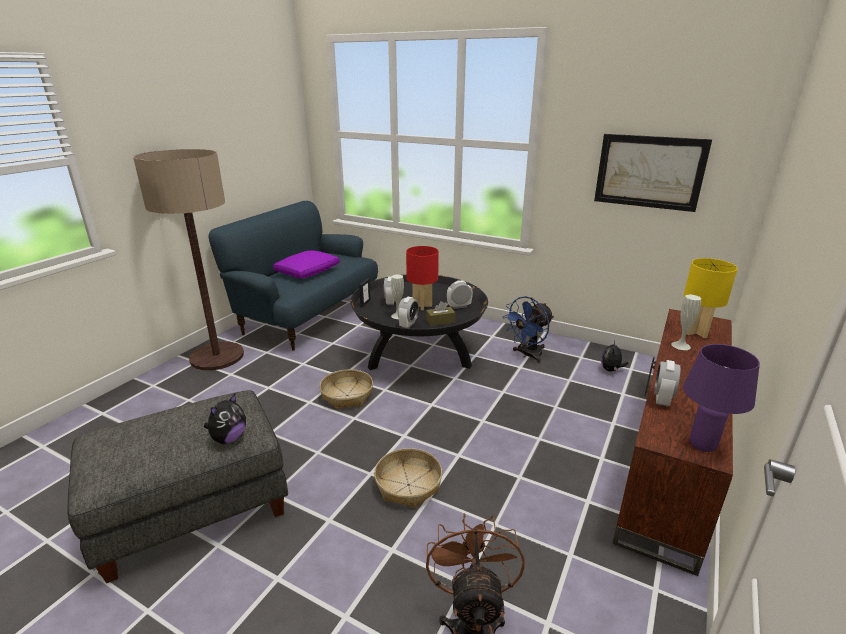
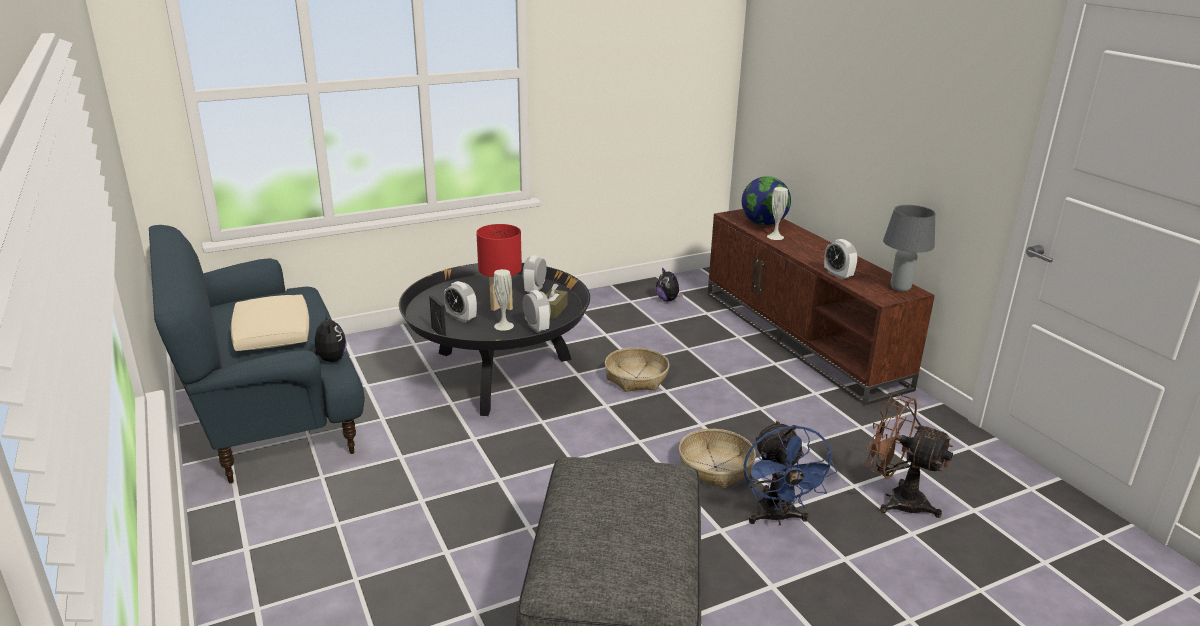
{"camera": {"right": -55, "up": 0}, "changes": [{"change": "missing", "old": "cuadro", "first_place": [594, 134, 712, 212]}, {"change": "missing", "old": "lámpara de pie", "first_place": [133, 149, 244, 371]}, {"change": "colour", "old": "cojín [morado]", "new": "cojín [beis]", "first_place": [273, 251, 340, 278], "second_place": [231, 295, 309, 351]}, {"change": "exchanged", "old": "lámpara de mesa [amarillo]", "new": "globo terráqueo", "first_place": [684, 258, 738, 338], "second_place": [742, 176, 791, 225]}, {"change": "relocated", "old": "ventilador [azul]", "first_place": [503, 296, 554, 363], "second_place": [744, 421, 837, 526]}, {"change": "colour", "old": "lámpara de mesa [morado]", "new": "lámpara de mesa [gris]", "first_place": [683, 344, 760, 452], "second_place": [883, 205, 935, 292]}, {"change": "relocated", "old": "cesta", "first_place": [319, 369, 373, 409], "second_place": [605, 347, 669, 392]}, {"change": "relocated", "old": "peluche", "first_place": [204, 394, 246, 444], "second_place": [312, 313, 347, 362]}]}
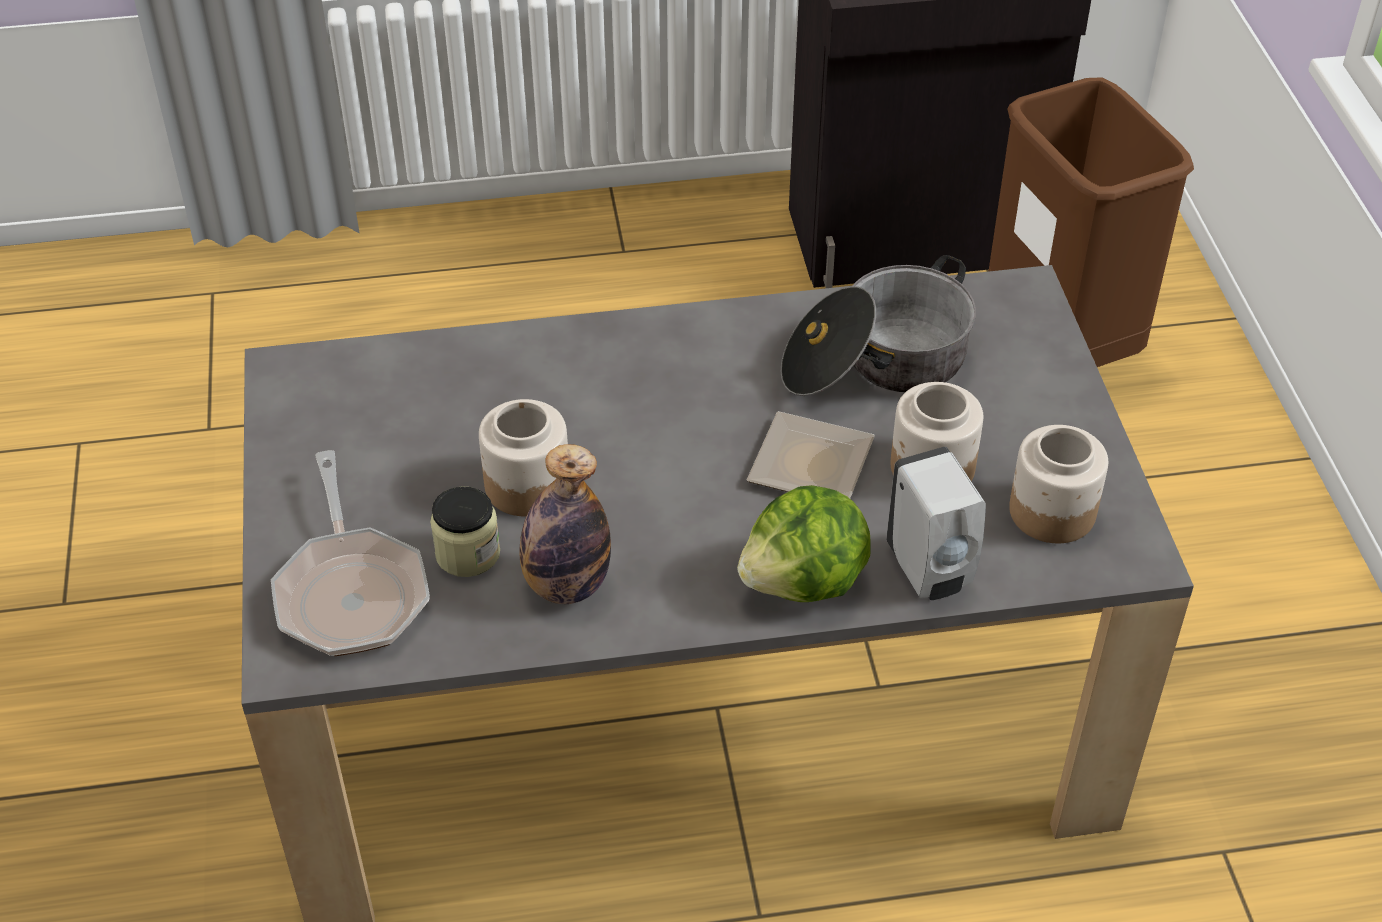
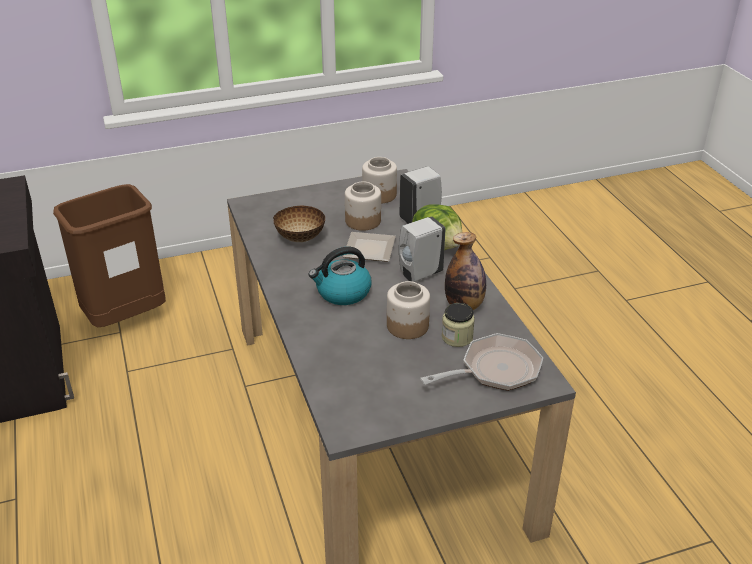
{"camera": {"right": -100, "up": -10}, "changes": [{"change": "exchanged", "old": "olla", "new": "cuenco", "first_place": [781, 255, 976, 396], "second_place": [273, 206, 325, 242]}, {"change": "appeared", "new": "dispensador de jabón [blanco]", "second_place": [399, 216, 445, 282]}, {"change": "appeared", "new": "hervidor", "second_place": [309, 247, 371, 305]}]}
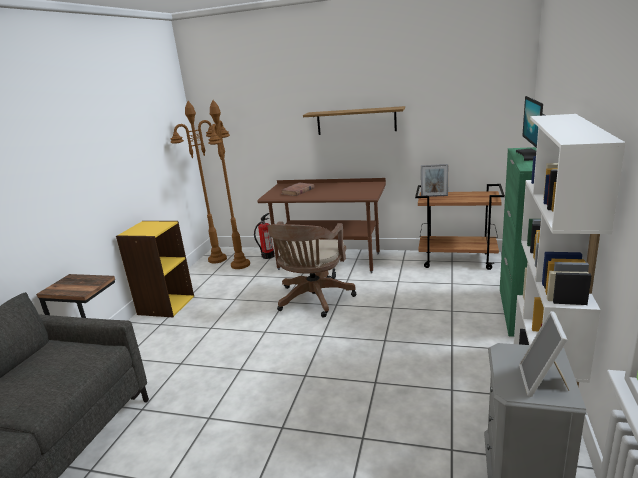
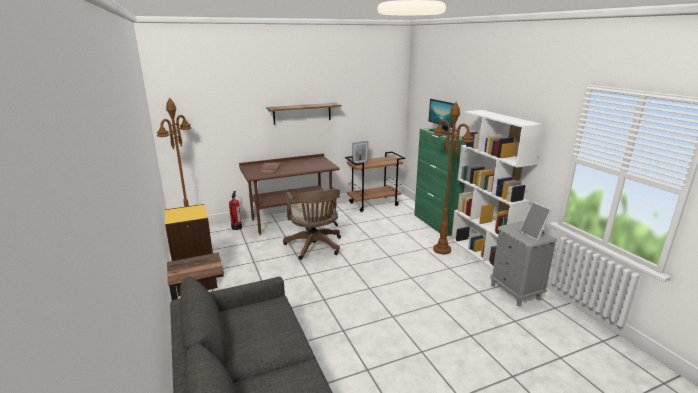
{"camera": {"right": -40, "up": 0}, "changes": [{"change": "relocated", "old": "lámpara de pie [marrón]", "first_place": [208, 100, 250, 269], "second_place": [433, 102, 474, 254]}]}
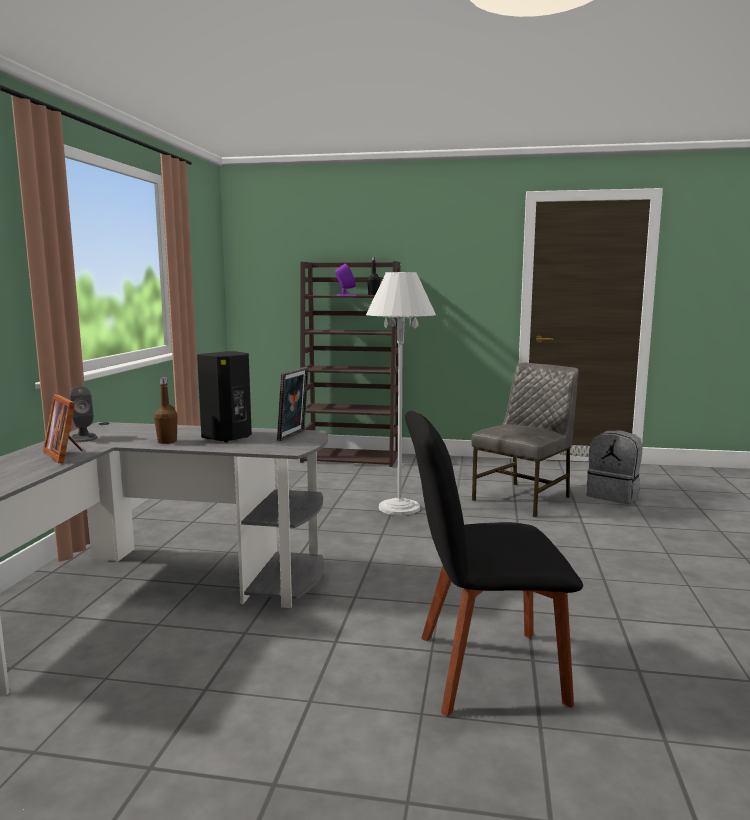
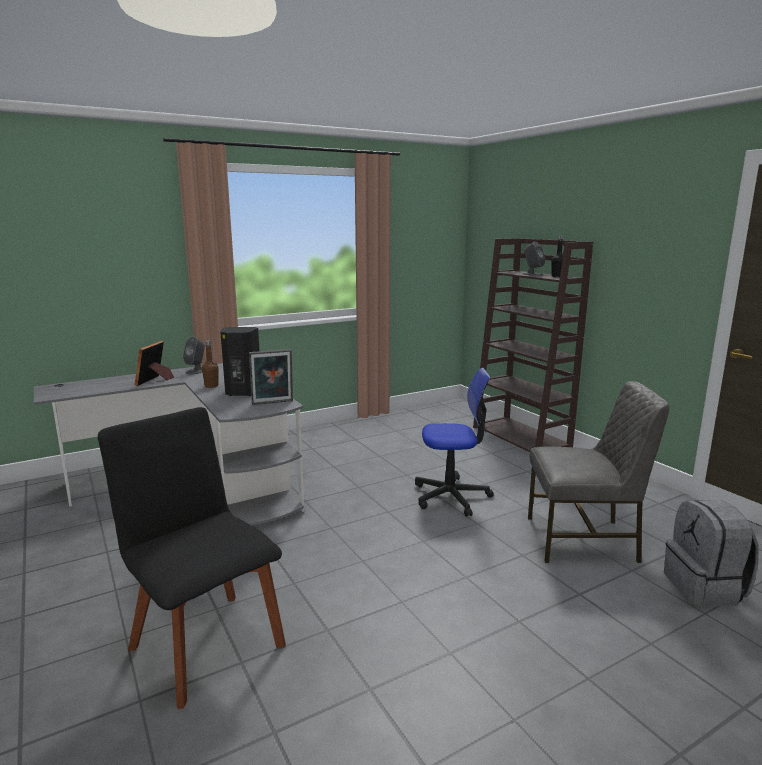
{"camera": {"right": 50, "up": 5}, "changes": [{"change": "colour", "old": "altavoz [morado]", "new": "altavoz [gris]", "first_place": [335, 263, 356, 296], "second_place": [523, 242, 545, 276]}, {"change": "exchanged", "old": "lámpara de pie [blanco]", "new": "silla de oficina", "first_place": [366, 272, 436, 515], "second_place": [415, 368, 494, 517]}]}
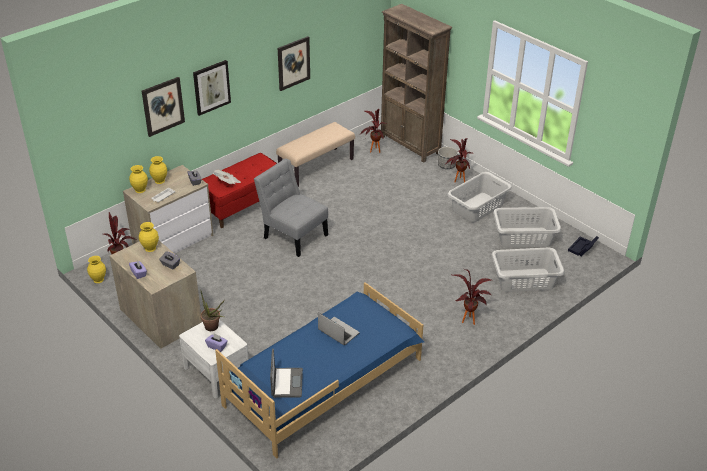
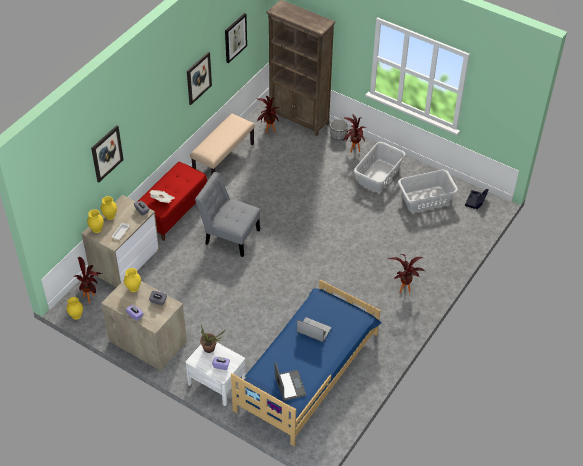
{"camera": {"right": -15, "up": 10}, "changes": [{"change": "relocated", "old": "cuadro", "first_place": [193, 60, 231, 116], "second_place": [225, 13, 247, 63]}, {"change": "missing", "old": "cesto de la ropa [gris]", "first_place": [492, 247, 564, 292]}]}
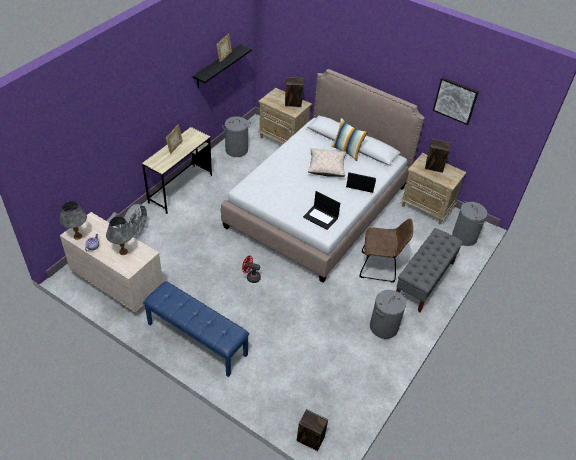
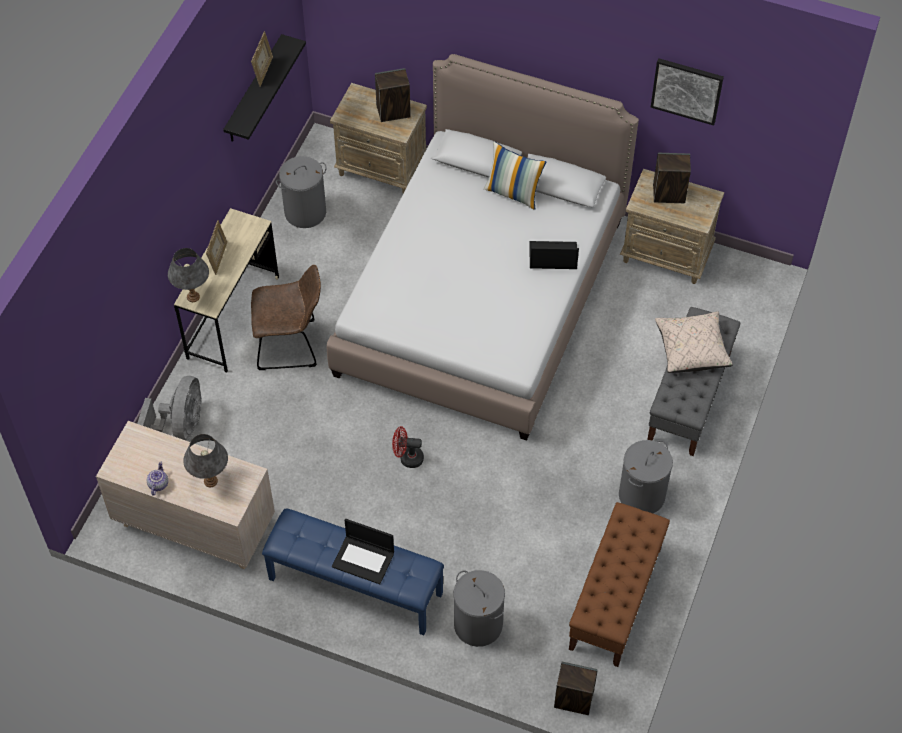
{"camera": {"right": -10, "up": 10}, "changes": [{"change": "relocated", "old": "cojín [beis]", "first_place": [308, 148, 346, 177], "second_place": [655, 311, 733, 373]}, {"change": "relocated", "old": "portátil", "first_place": [303, 191, 340, 230], "second_place": [332, 519, 394, 584]}, {"change": "relocated", "old": "lámpara de mesa [gris]", "first_place": [59, 201, 87, 240], "second_place": [168, 248, 209, 302]}, {"change": "relocated", "old": "cesto de la ropa [gris]", "first_place": [452, 201, 487, 246], "second_place": [454, 570, 505, 647]}, {"change": "relocated", "old": "silla [marrón]", "first_place": [359, 218, 414, 283], "second_place": [251, 265, 321, 370]}, {"change": "appeared", "new": "banco [marrón]", "second_place": [569, 502, 670, 667]}]}
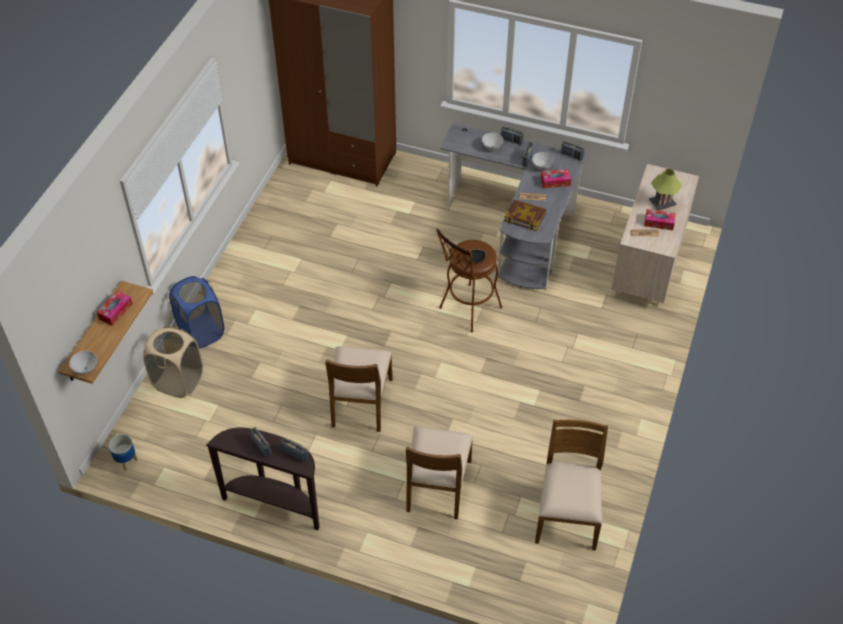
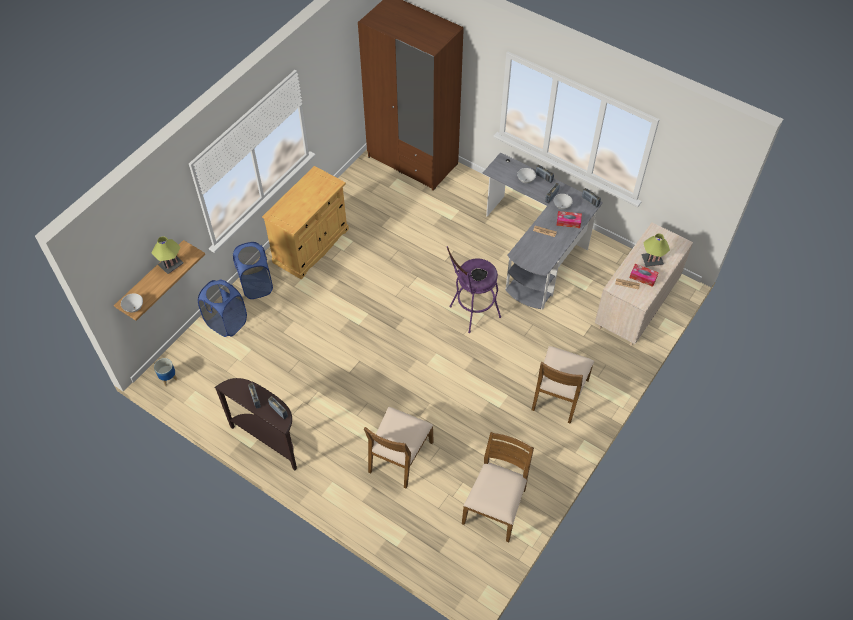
{"camera": {"right": 15, "up": 5}, "changes": [{"change": "missing", "old": "libro", "first_place": [505, 200, 546, 231]}, {"change": "colour", "old": "taburete [marrón]", "new": "taburete [morado]", "first_place": [436, 228, 503, 332], "second_place": [447, 246, 501, 333]}, {"change": "exchanged", "old": "caja de pañuelos", "new": "lámpara de mesa", "first_place": [97, 291, 133, 326], "second_place": [152, 236, 184, 274]}, {"change": "colour", "old": "cesto de la ropa [beis]", "new": "cesto de la ropa [azul]", "first_place": [143, 326, 203, 398], "second_place": [198, 279, 247, 337]}, {"change": "relocated", "old": "silla [marrón]", "first_place": [325, 346, 393, 432], "second_place": [532, 346, 594, 424]}, {"change": "appeared", "new": "armario [beis]", "second_place": [262, 166, 349, 279]}]}
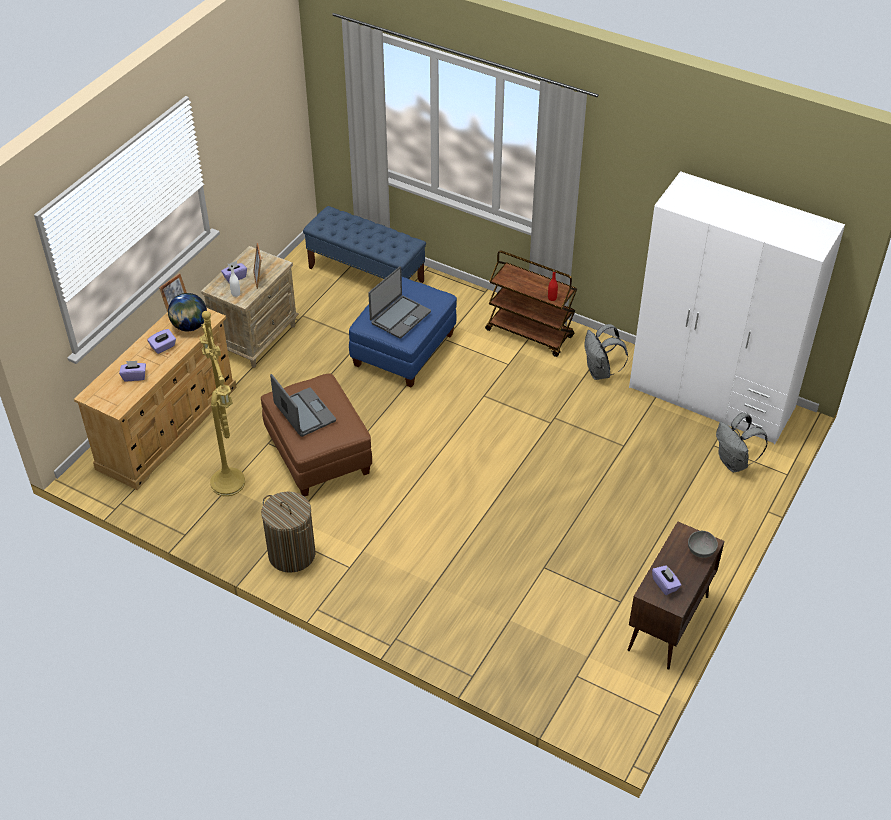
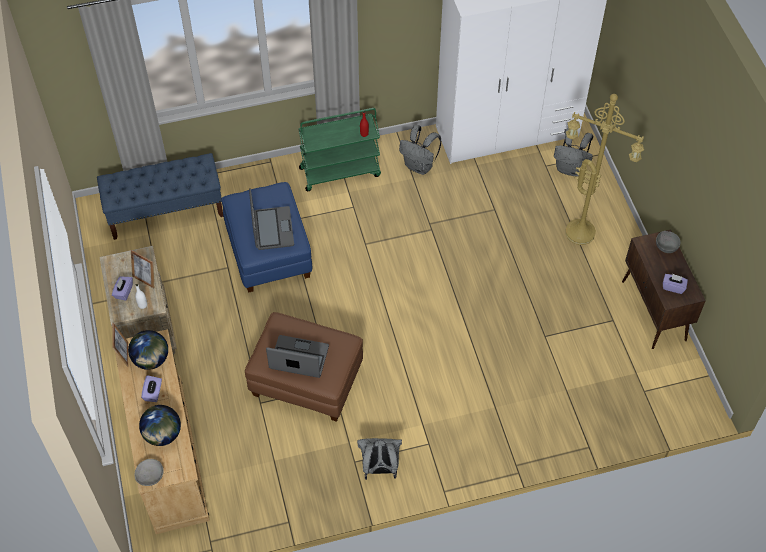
{"camera": {"right": -45, "up": 10}, "changes": [{"change": "colour", "old": "carrito [marrón]", "new": "carrito [verde]", "first_place": [485, 250, 577, 357], "second_place": [298, 108, 381, 191]}, {"change": "relocated", "old": "lámpara de pie [amarillo]", "first_place": [200, 311, 245, 496], "second_place": [565, 94, 644, 245]}, {"change": "exchanged", "old": "caja de pañuelos [morado]", "new": "globo terráqueo", "first_place": [119, 361, 146, 381], "second_place": [139, 405, 181, 446]}, {"change": "exchanged", "old": "cesto de la ropa", "new": "mochila [gris]", "first_place": [261, 491, 316, 573], "second_place": [357, 438, 402, 480]}, {"change": "appeared", "new": "cuenco [gris]", "second_place": [134, 459, 164, 486]}]}
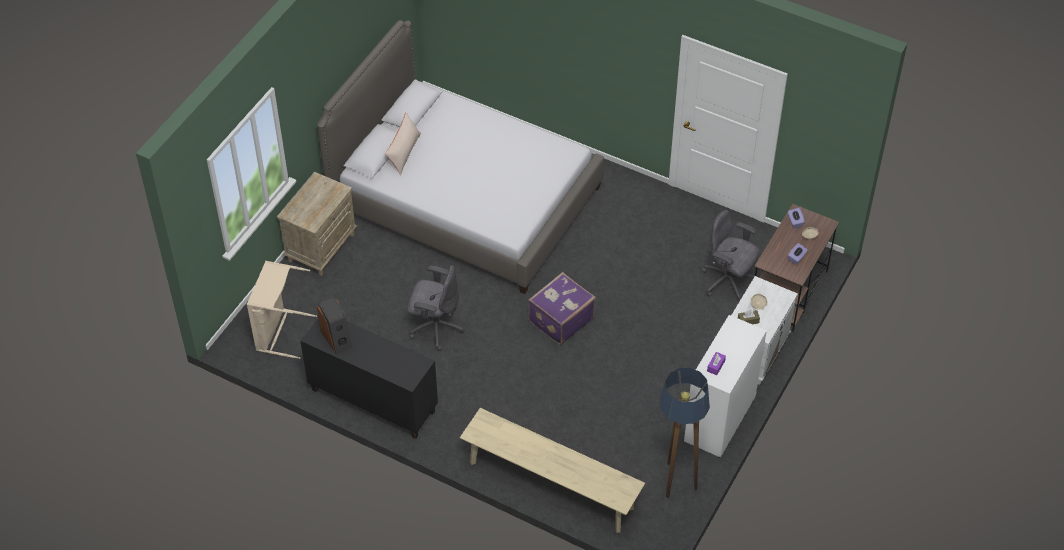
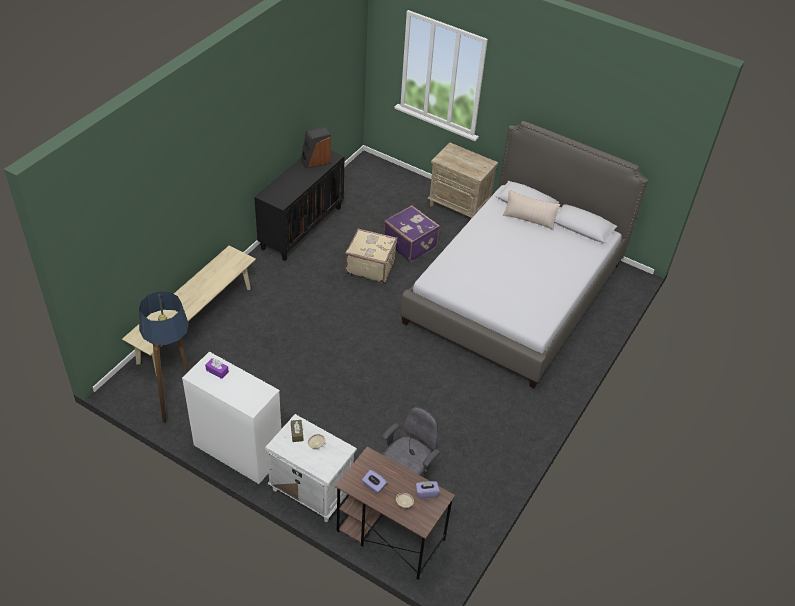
{"camera": {"right": 90, "up": -5}, "changes": [{"change": "missing", "old": "cesto de la ropa [beis]", "first_place": [247, 261, 317, 359]}, {"change": "exchanged", "old": "silla de oficina [gris]", "new": "maleta [beis]", "first_place": [407, 265, 465, 351], "second_place": [345, 228, 397, 283]}, {"change": "relocated", "old": "maleta [morado]", "first_place": [528, 272, 596, 345], "second_place": [384, 205, 440, 262]}]}
